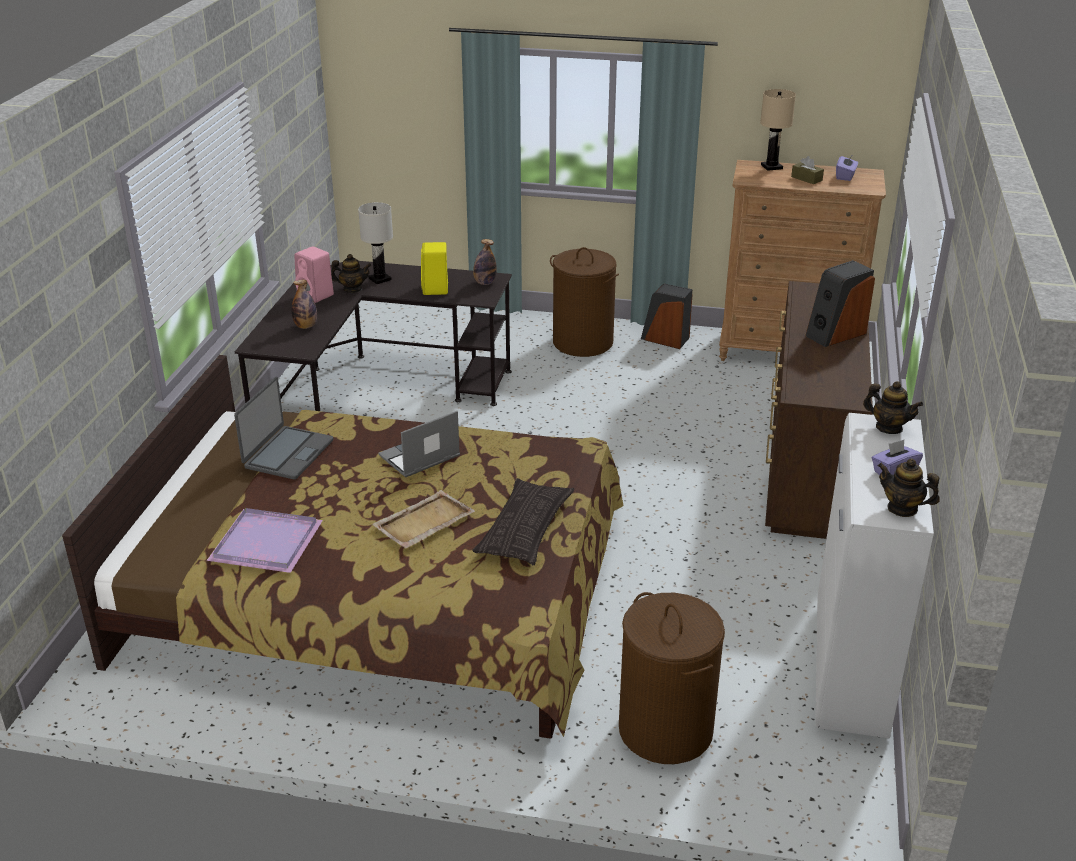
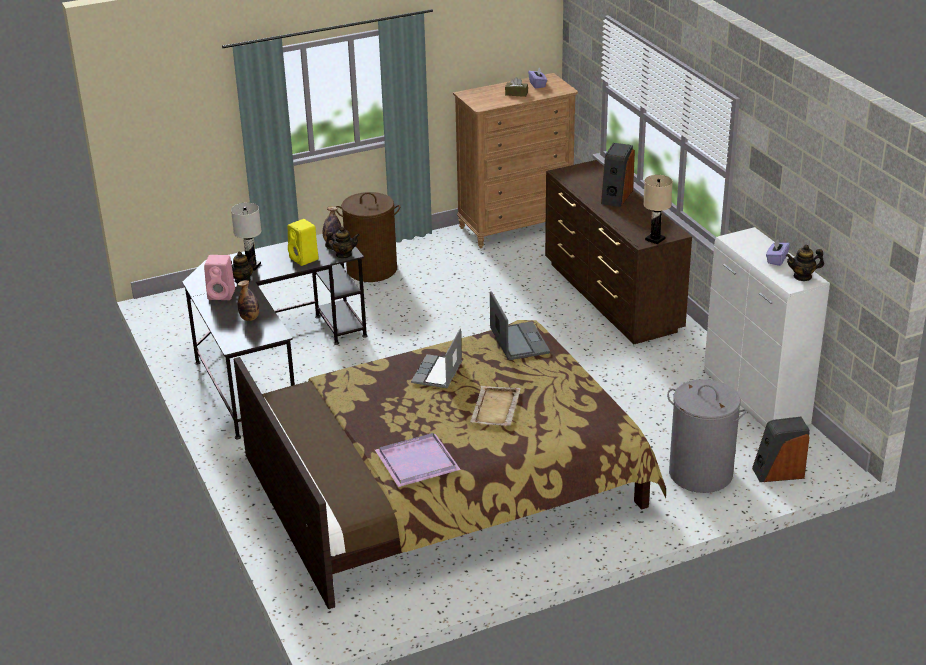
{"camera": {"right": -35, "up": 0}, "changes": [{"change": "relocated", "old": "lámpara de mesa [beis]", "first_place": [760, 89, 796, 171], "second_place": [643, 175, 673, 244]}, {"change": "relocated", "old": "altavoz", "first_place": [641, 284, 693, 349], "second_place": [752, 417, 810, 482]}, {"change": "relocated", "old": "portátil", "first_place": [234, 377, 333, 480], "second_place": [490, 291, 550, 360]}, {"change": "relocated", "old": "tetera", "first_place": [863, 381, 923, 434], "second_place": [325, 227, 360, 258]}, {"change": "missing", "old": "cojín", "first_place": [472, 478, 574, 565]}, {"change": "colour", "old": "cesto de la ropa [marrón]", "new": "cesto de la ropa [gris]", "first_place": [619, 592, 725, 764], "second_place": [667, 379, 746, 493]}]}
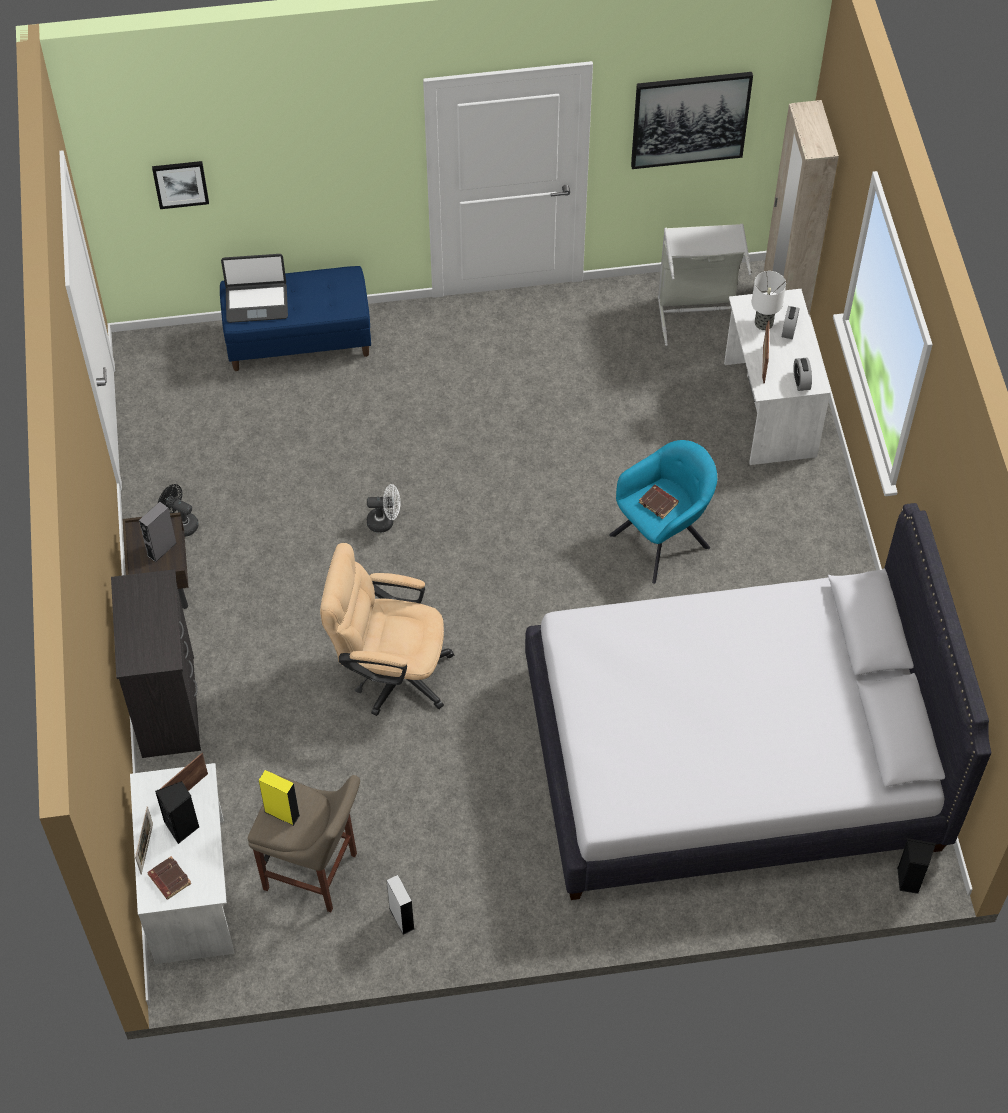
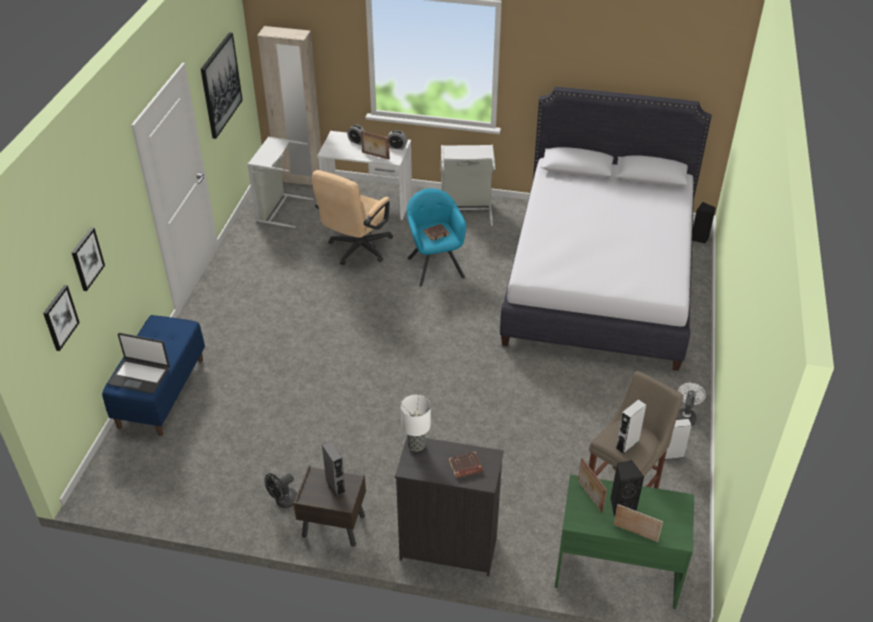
{"camera": {"right": -70, "up": -15}, "changes": [{"change": "spun", "old": "portátil", "first_place": [221, 254, 288, 323], "second_place": [108, 333, 170, 394], "degrees": 90}, {"change": "relocated", "old": "lámpara de mesa", "first_place": [752, 271, 786, 330], "second_place": [401, 395, 431, 452]}, {"change": "relocated", "old": "ventilador [blanco]", "first_place": [367, 484, 400, 533], "second_place": [676, 383, 706, 426]}, {"change": "relocated", "old": "silla de oficina [beis]", "first_place": [320, 543, 454, 716], "second_place": [312, 170, 393, 265]}, {"change": "colour", "old": "escritorio [blanco]", "new": "escritorio [verde]", "first_place": [130, 763, 234, 964], "second_place": [555, 474, 694, 609]}, {"change": "colour", "old": "altavoz [amarillo]", "new": "altavoz [gris]", "first_place": [259, 770, 300, 826], "second_place": [615, 399, 646, 454]}, {"change": "relocated", "old": "libro [marrón]", "first_place": [148, 856, 192, 900], "second_place": [449, 451, 483, 478]}, {"change": "appeared", "new": "cesto de la ropa [gris]", "second_place": [440, 145, 495, 226]}, {"change": "appeared", "new": "cuadro", "second_place": [72, 227, 105, 291]}]}
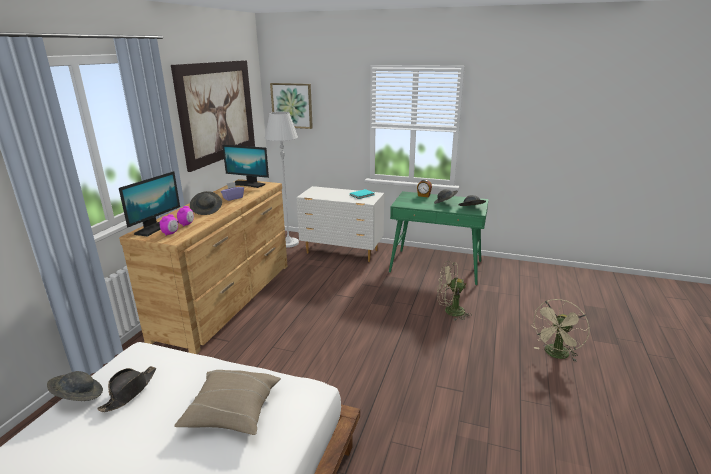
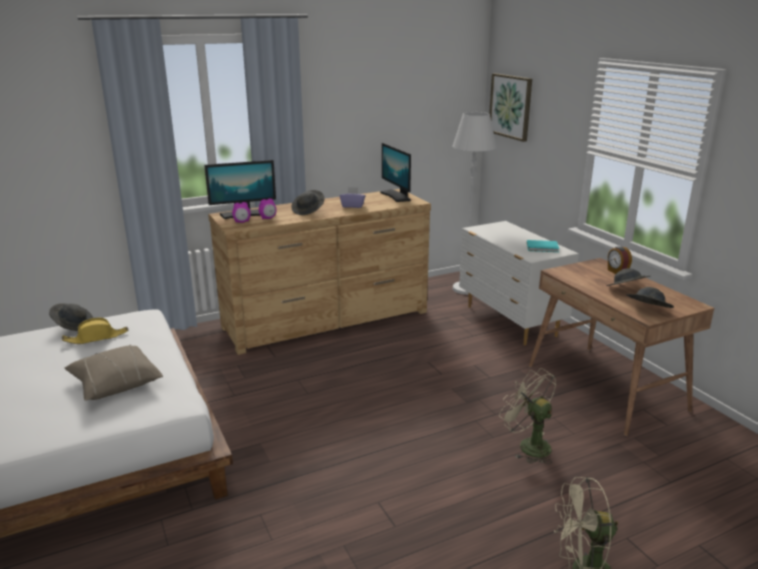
{"camera": {"right": 45, "up": 0}, "changes": [{"change": "missing", "old": "cuadro", "first_place": [171, 60, 255, 172]}, {"change": "colour", "old": "escritorio [verde]", "new": "escritorio [marrón]", "first_place": [389, 191, 489, 285], "second_place": [529, 258, 714, 436]}, {"change": "colour", "old": "sombrero [negro]", "new": "sombrero [amarillo]", "first_place": [97, 366, 156, 412], "second_place": [62, 318, 128, 344]}]}
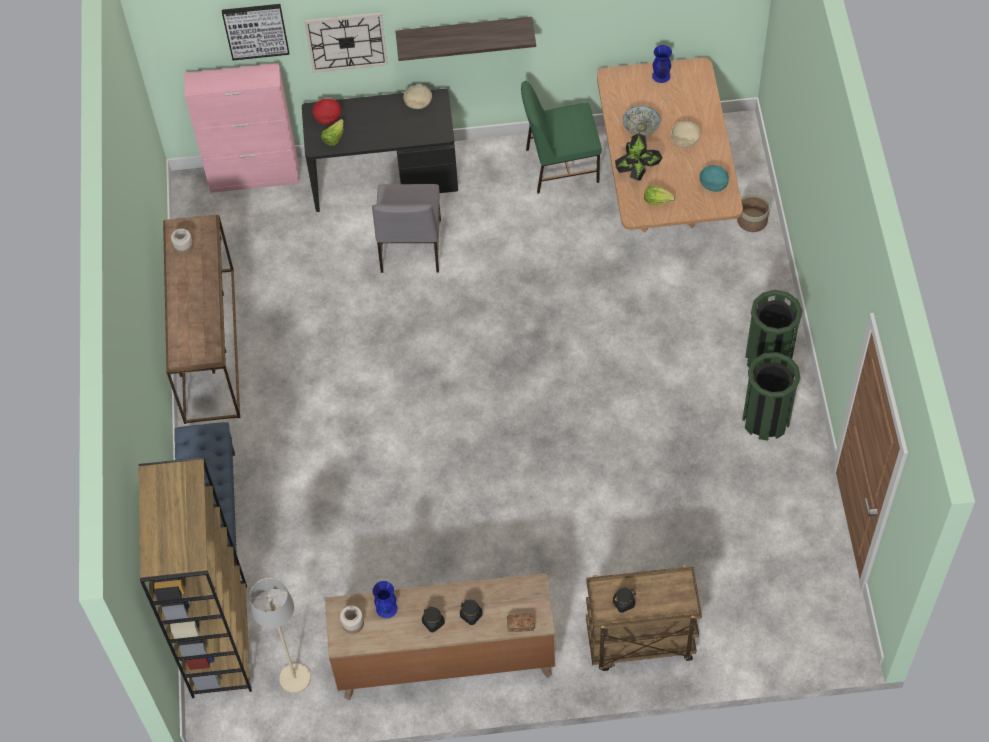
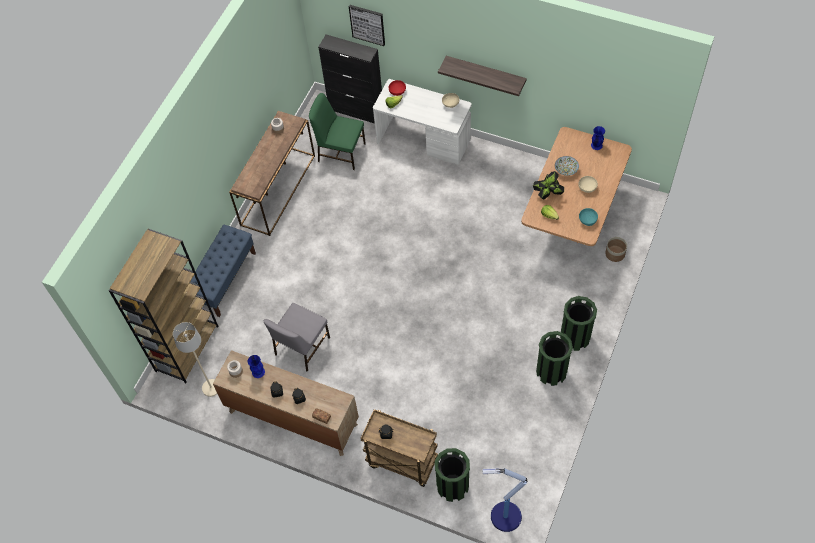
{"camera": {"right": 30, "up": 0}, "changes": [{"change": "missing", "old": "reloj de pared", "first_place": [304, 12, 388, 73]}, {"change": "colour", "old": "armario [rosa]", "new": "armario [negro]", "first_place": [184, 63, 300, 193], "second_place": [318, 35, 382, 124]}, {"change": "relocated", "old": "silla [verde]", "first_place": [521, 81, 602, 194], "second_place": [309, 93, 366, 170]}, {"change": "colour", "old": "escritorio [negro]", "new": "escritorio [blanco]", "first_place": [302, 89, 458, 212], "second_place": [373, 79, 472, 165]}, {"change": "relocated", "old": "silla [gris]", "first_place": [372, 184, 441, 273], "second_place": [264, 303, 330, 372]}, {"change": "appeared", "new": "papelera [verde]", "second_place": [435, 448, 470, 502]}, {"change": "appeared", "new": "lámpara de pie", "second_place": [483, 468, 527, 532]}]}
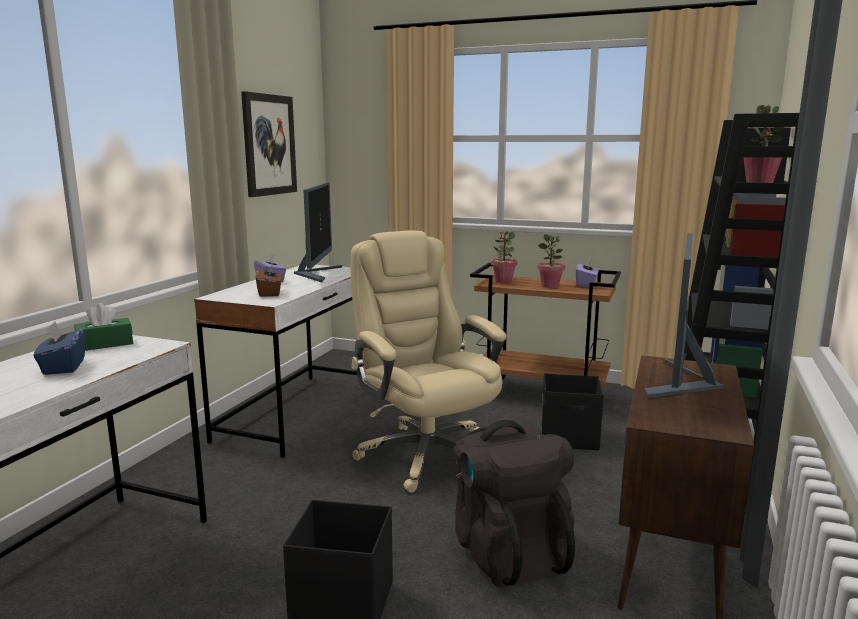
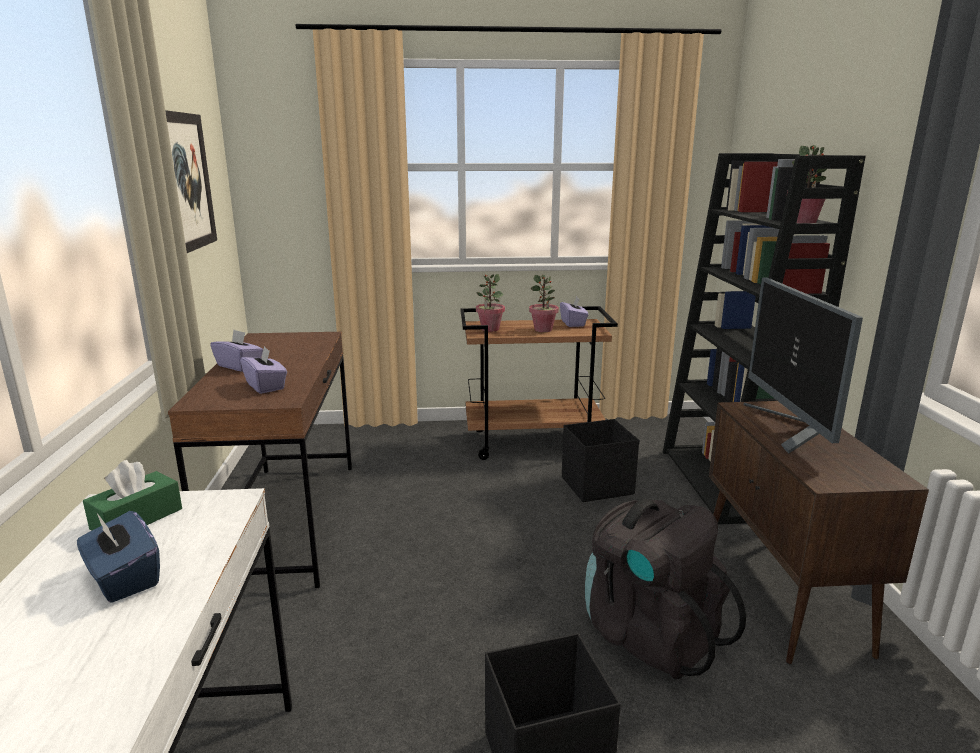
{"camera": {"right": -25, "up": 5}, "changes": [{"change": "missing", "old": "monitor", "first_place": [294, 182, 343, 283]}, {"change": "missing", "old": "silla de oficina [beis]", "first_place": [350, 231, 506, 493]}, {"change": "colour", "old": "caja de pañuelos [marrón]", "new": "caja de pañuelos [morado]", "first_place": [256, 264, 282, 297], "second_place": [240, 346, 287, 394]}, {"change": "colour", "old": "escritorio [blanco]", "new": "escritorio [marrón]", "first_place": [194, 265, 357, 458], "second_place": [168, 332, 352, 588]}]}
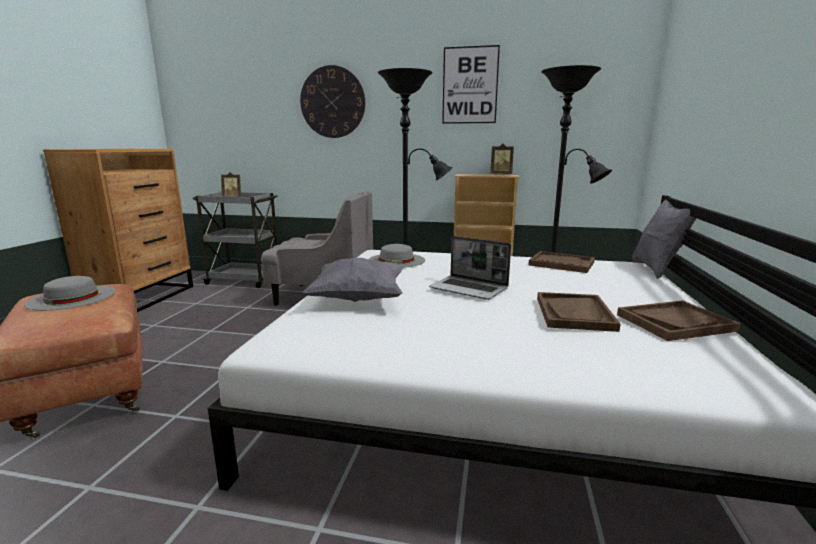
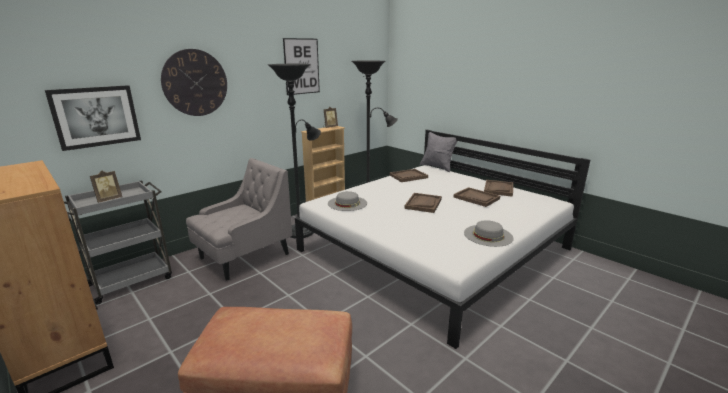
{"camera": {"right": -55, "up": 5}, "changes": [{"change": "exchanged", "old": "portátil", "new": "bandeja [marrón]", "first_place": [429, 236, 511, 300], "second_place": [404, 193, 442, 213]}, {"change": "missing", "old": "cojín [gris]", "first_place": [302, 258, 404, 302]}, {"change": "relocated", "old": "sombrero [gris]", "first_place": [24, 276, 116, 311], "second_place": [464, 220, 513, 247]}, {"change": "appeared", "new": "cuadro", "second_place": [45, 85, 141, 151]}]}
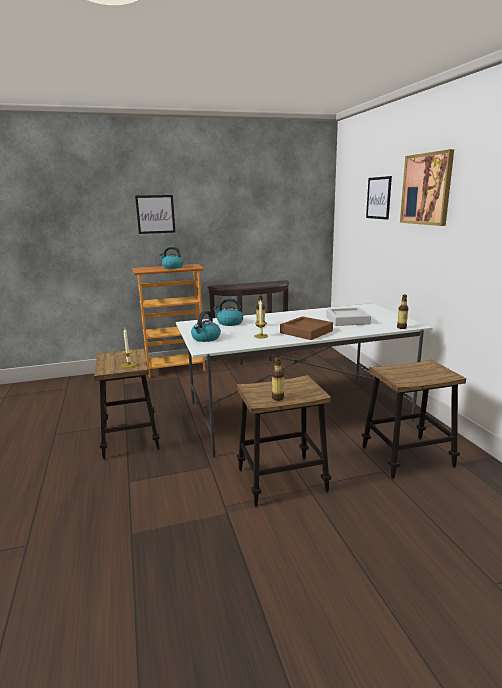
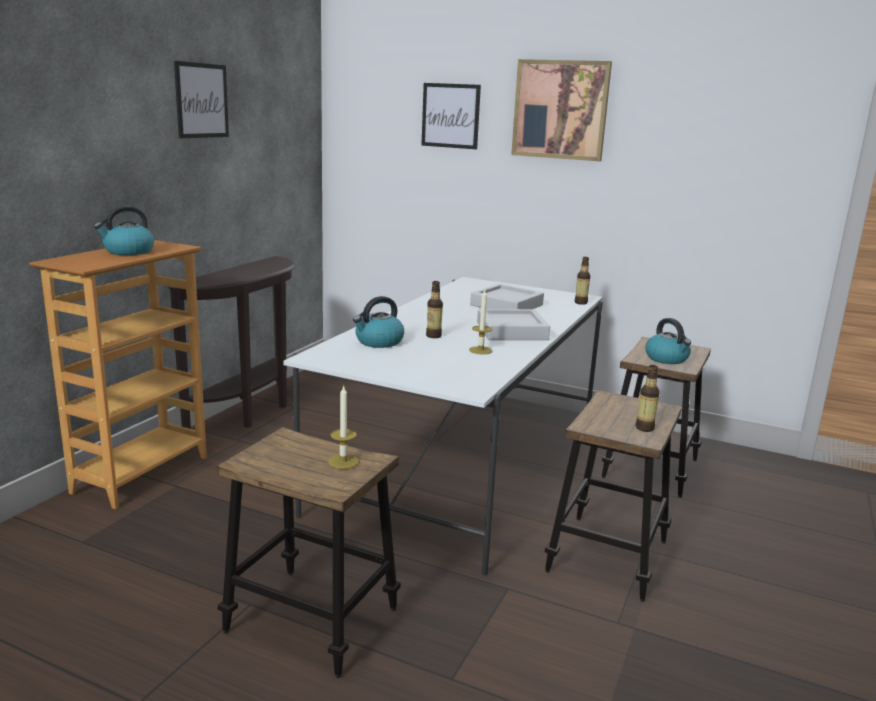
{"camera": {"right": -50, "up": 0}, "changes": [{"change": "relocated", "old": "cuadro", "first_place": [135, 195, 176, 234], "second_place": [174, 61, 229, 138]}, {"change": "relocated", "old": "hervidor", "first_place": [191, 311, 221, 342], "second_place": [645, 318, 691, 364]}, {"change": "colour", "old": "bandeja [marrón]", "new": "bandeja [gris]", "first_place": [280, 316, 333, 340], "second_place": [477, 309, 550, 340]}]}
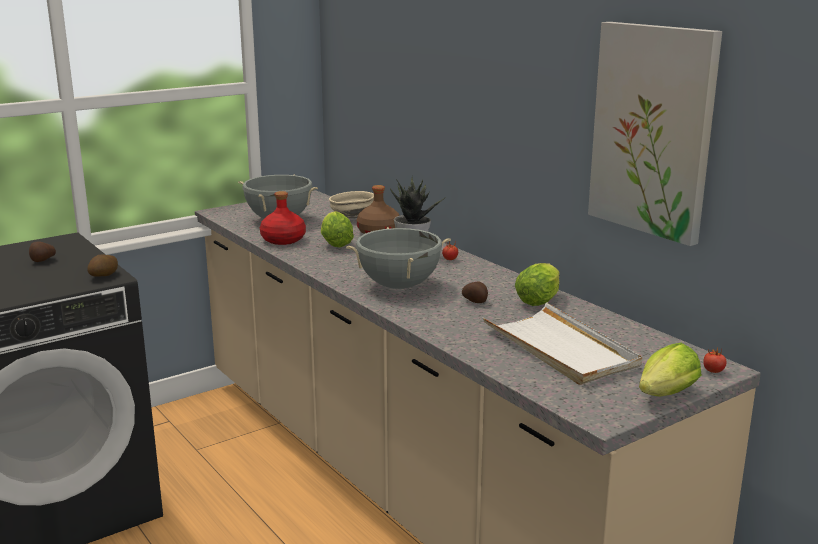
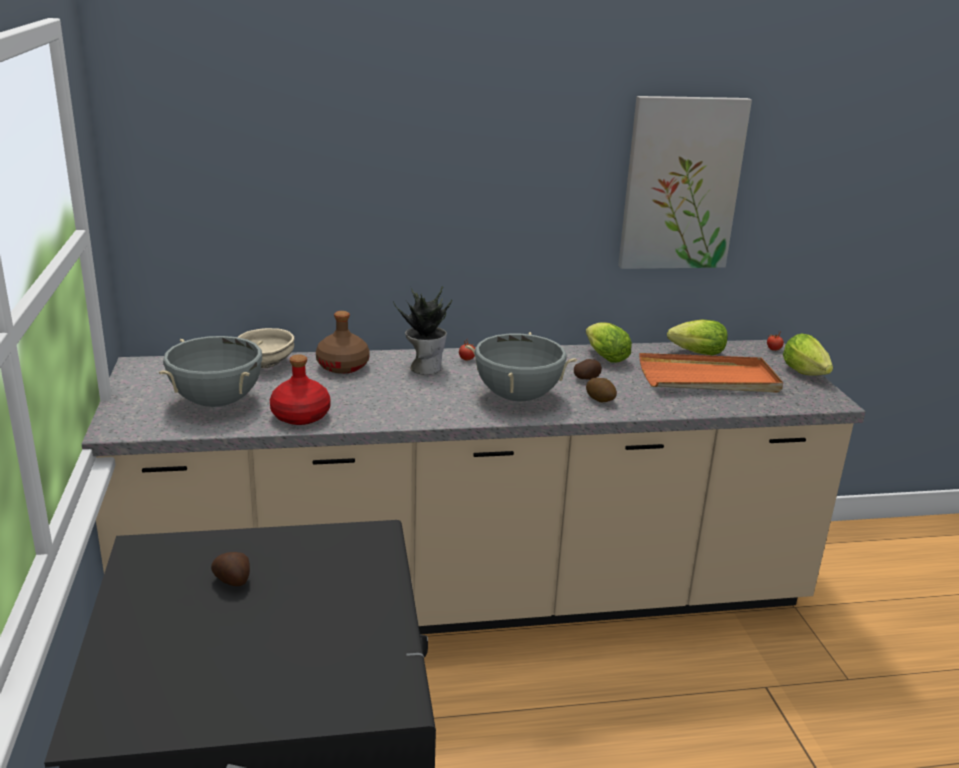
{"camera": {"right": -65, "up": 5}, "changes": [{"change": "relocated", "old": "lechuga", "first_place": [321, 211, 354, 248], "second_place": [667, 319, 728, 355]}, {"change": "relocated", "old": "patata", "first_place": [87, 255, 118, 277], "second_place": [586, 378, 617, 402]}, {"change": "colour", "old": "bandeja [blanco]", "new": "bandeja [naranja]", "first_place": [482, 302, 642, 385], "second_place": [639, 353, 783, 393]}]}
